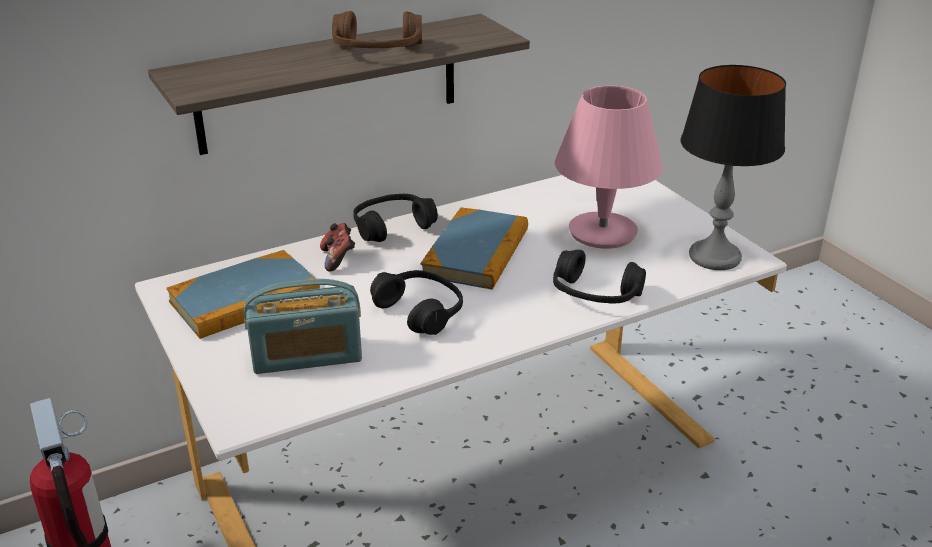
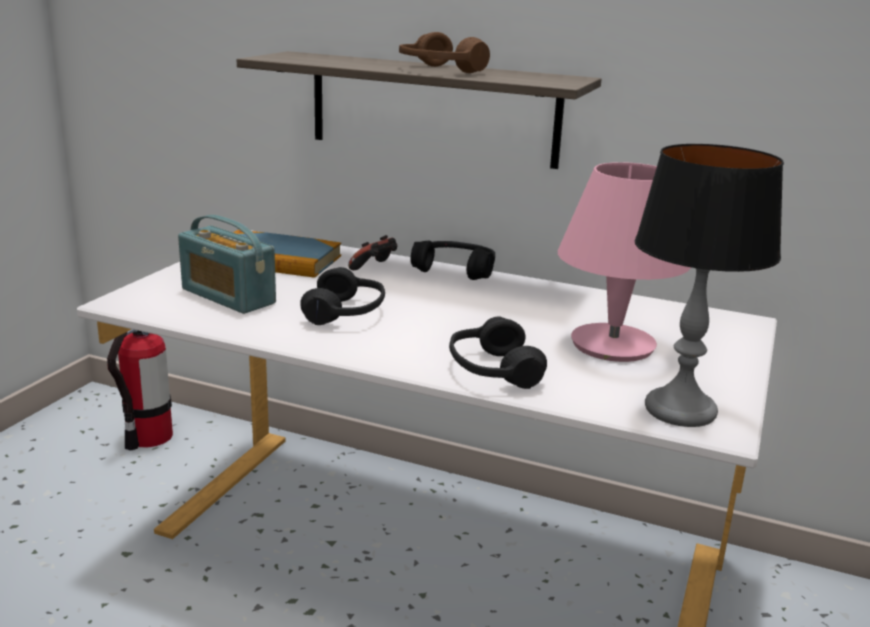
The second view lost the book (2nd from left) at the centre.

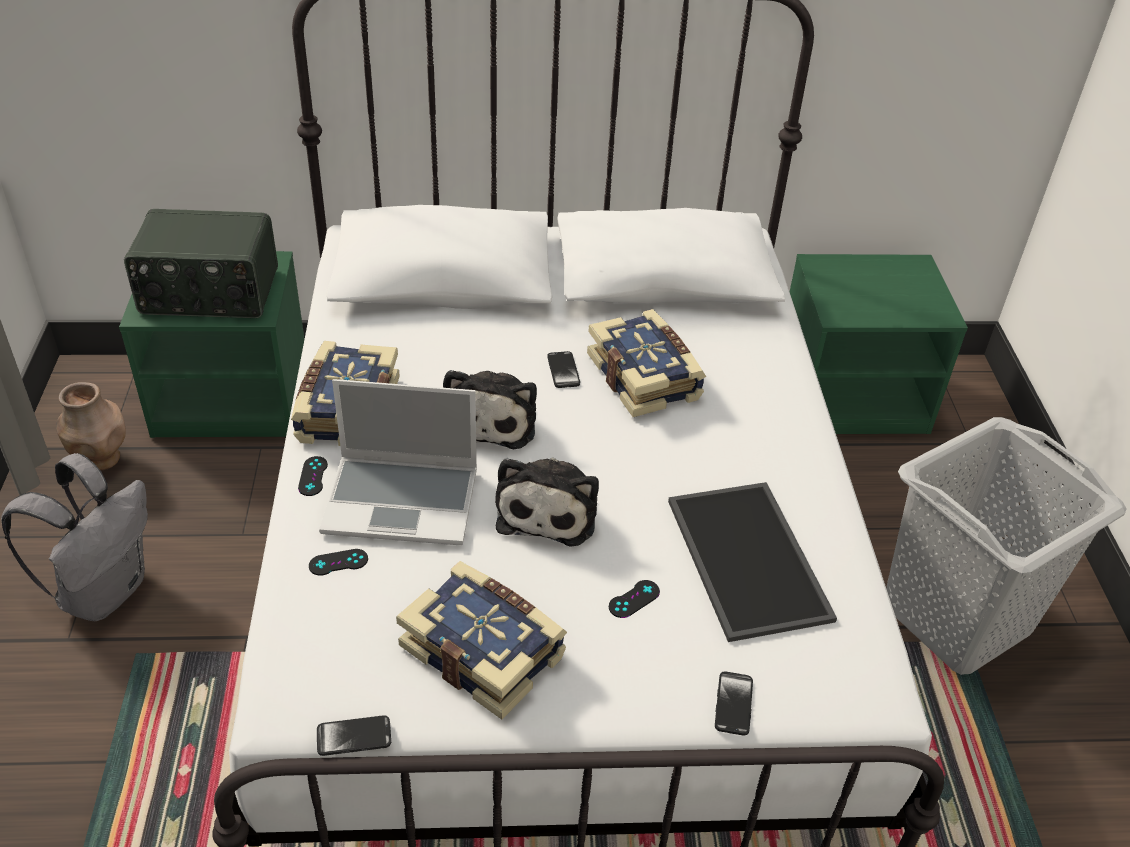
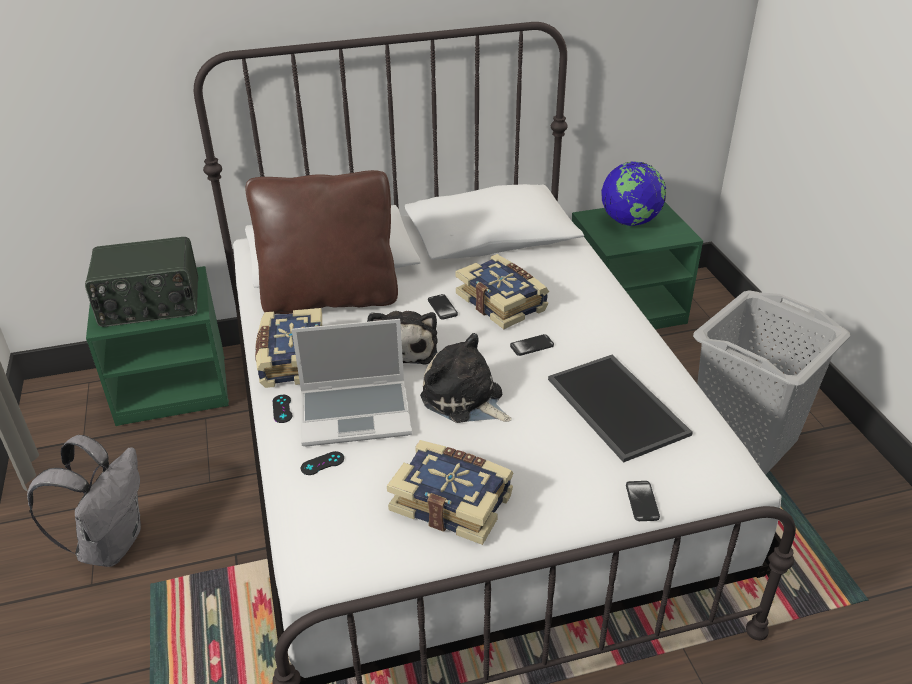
The second view lost the brownish decorative vase at the middle left.
The handset (1st from left in the first image) ended up elsewhere, having gone from the bottom left to the centre.
The plush toy (2nd from left) at the centre ended up facing another way, 135 degrees clockwise from before.
The second view lost the blackish game controller (3rd from left) at the bottom centre.
The second view gained the brownish cushion at the centre.
The second view gained the desk globe at the top right.

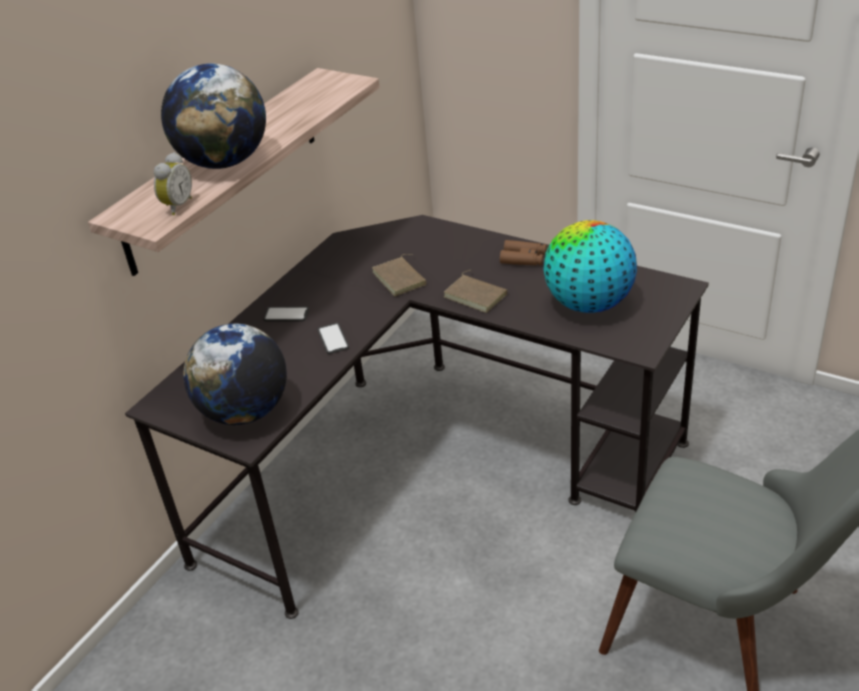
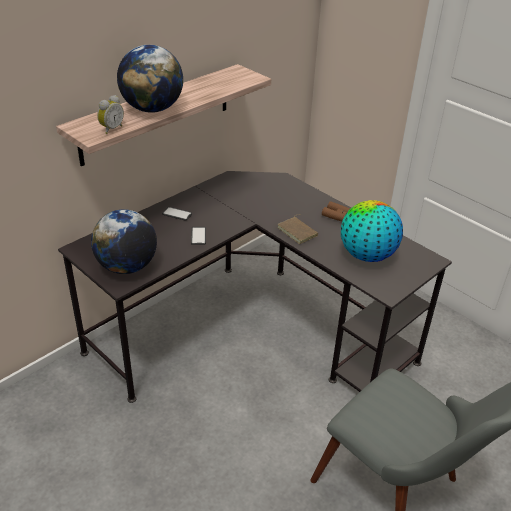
The second view lost the brownish book (1st from left) at the centre.

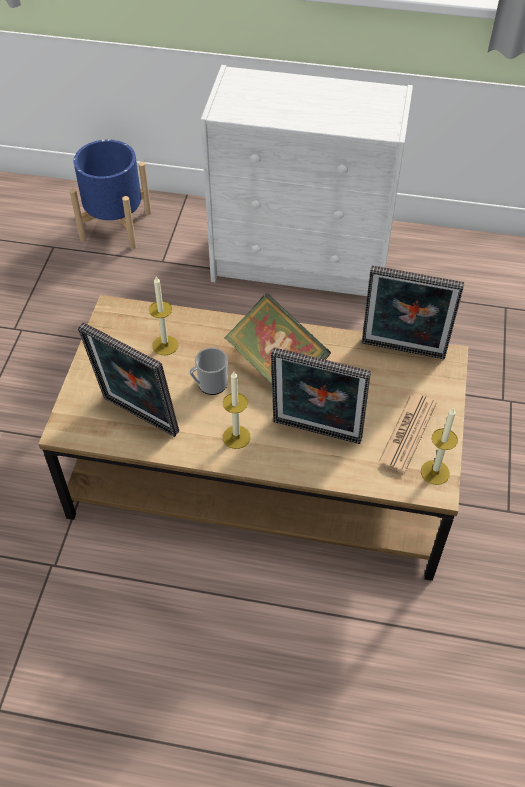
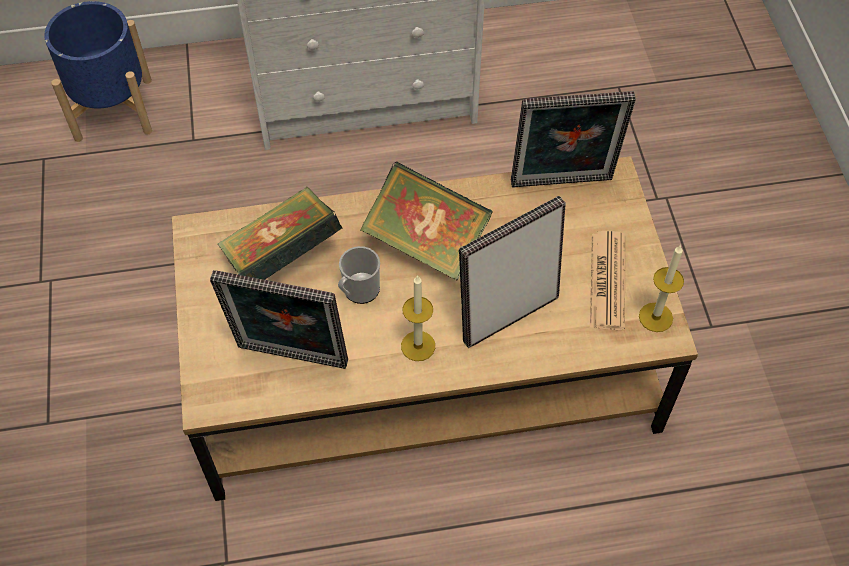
Where the wax light (1st from left) stood at the middle left, the book (1st from left) came to stand at the middle left.
The picture frame (2nd from left) at the centre ended up facing another way, 150 degrees clockwise from before.

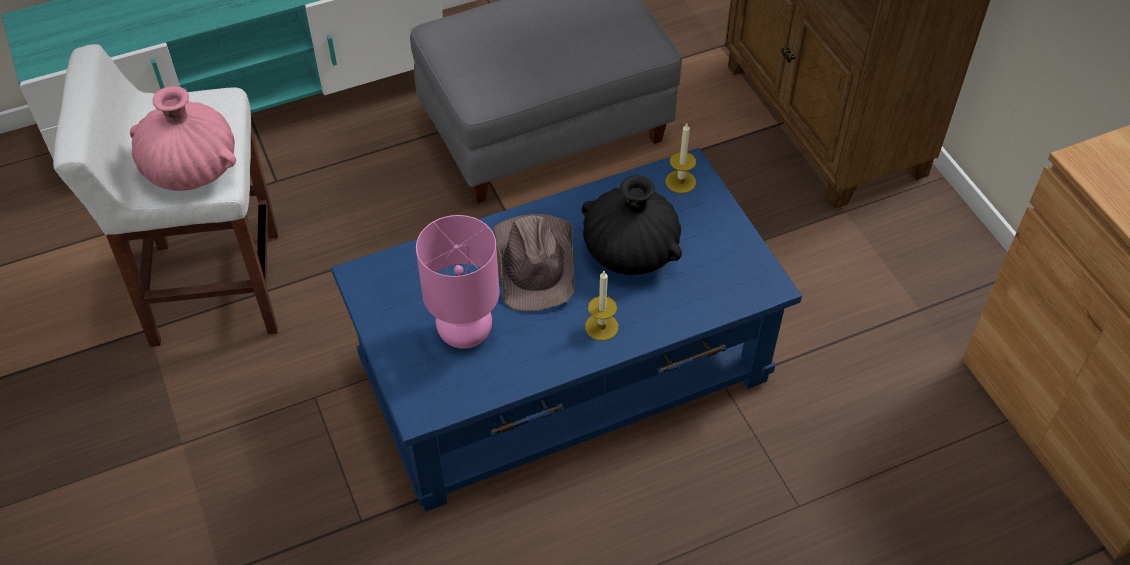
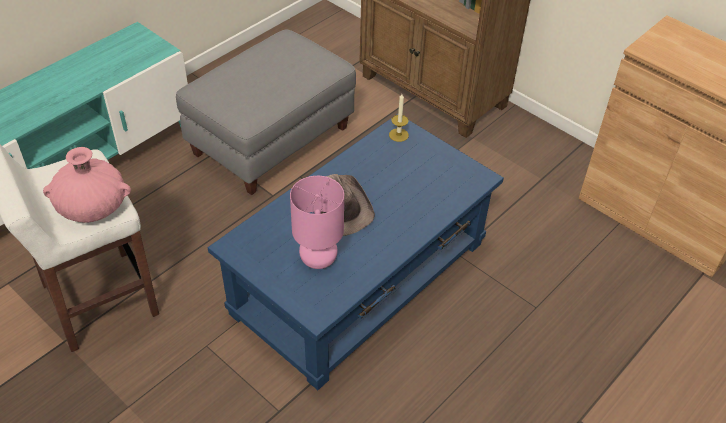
The second view lost the blackish decorative vase at the centre.
The second view lost the wax light (1st from left) at the centre.

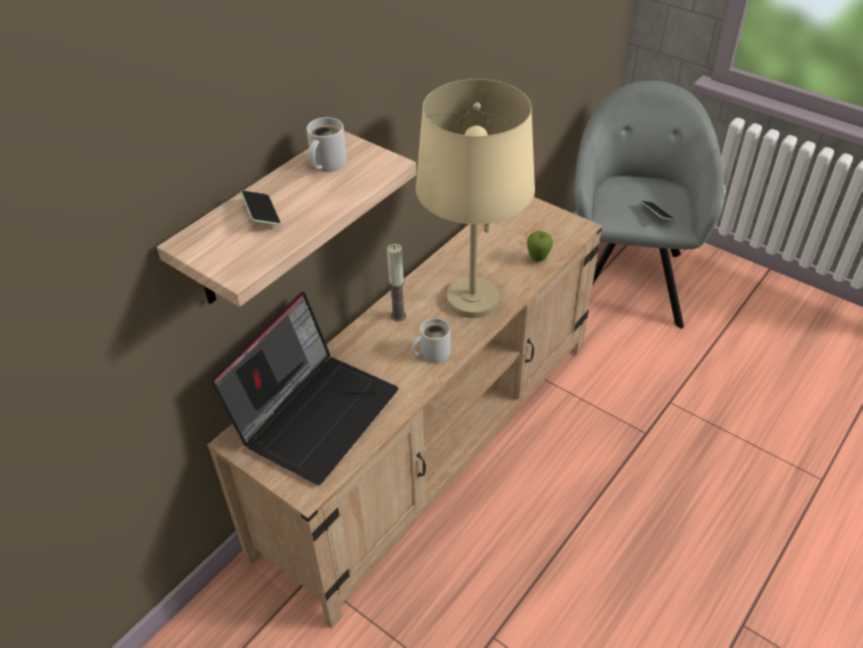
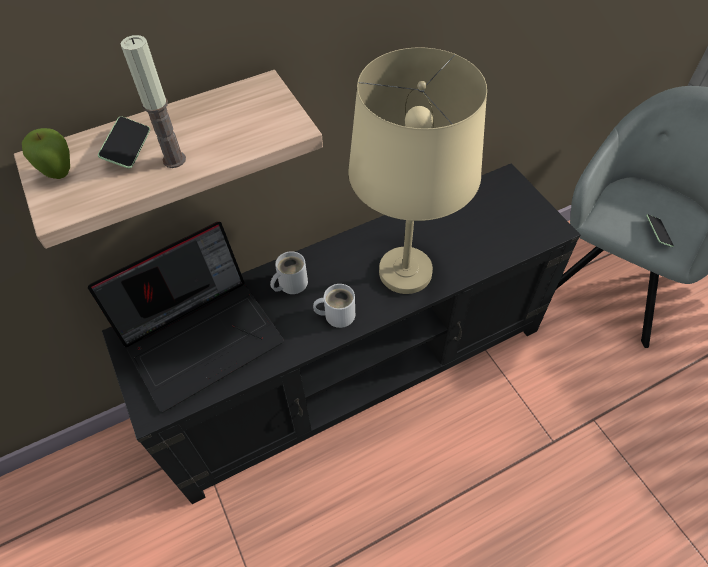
What was the beige tv unit at the centre turned into the blackish tv unit at the centre.
The white tea mug (1st from left) ended up elsewhere, having gone from the top centre to the centre.
The wax light ended up elsewhere, having gone from the centre to the top left.
The apple ended up elsewhere, having gone from the centre to the top left.

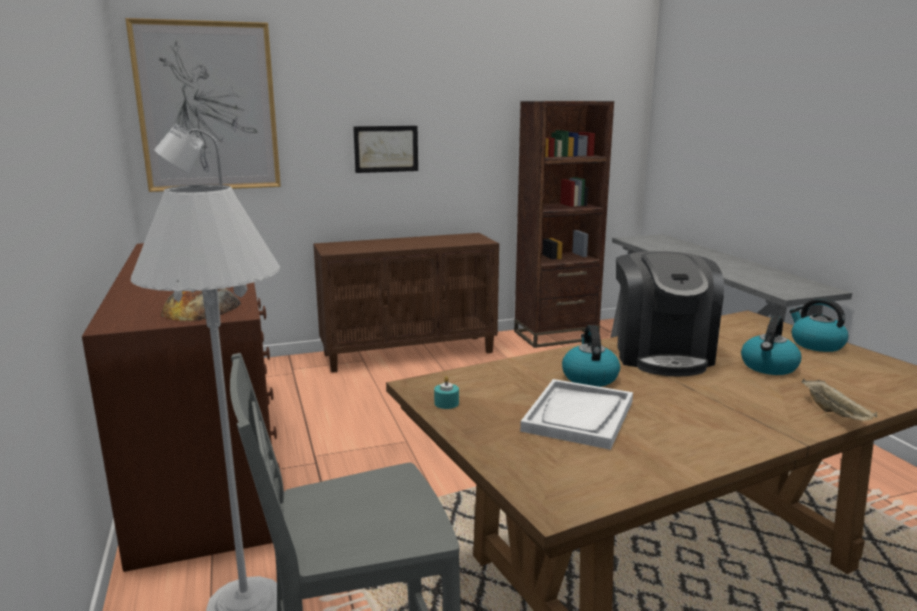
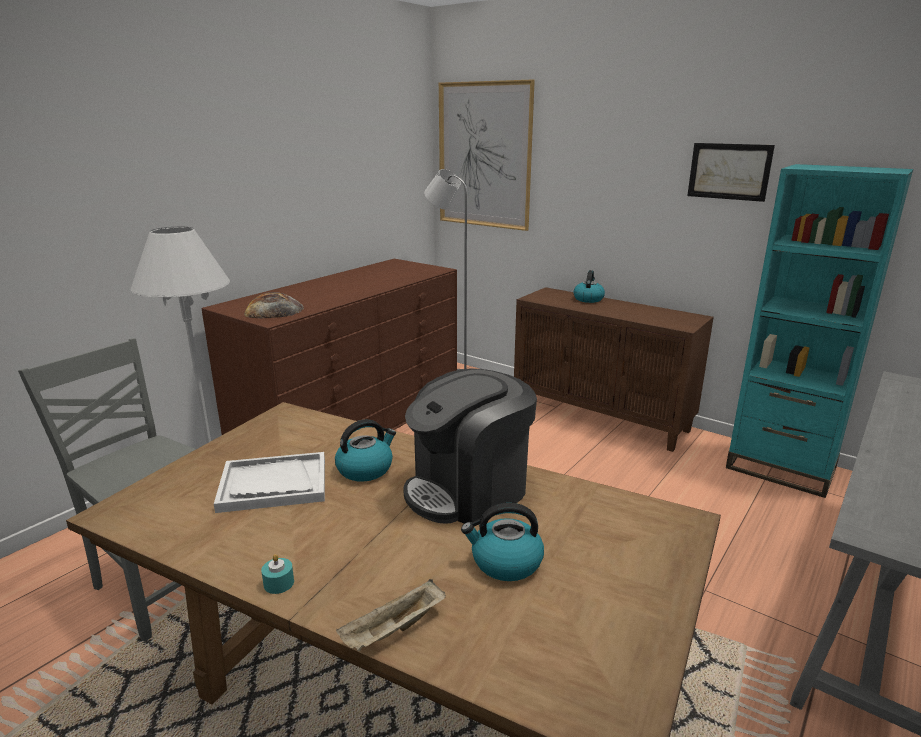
The wall art (2nd from left) ended up elsewhere, having gone from the top centre to the top right.
The blue-green wax light ended up elsewhere, having gone from the centre to the bottom left.
What was the brownish bookcase at the centre turned into the blue-green bookcase at the middle right.
The water kettle (3rd from left) ended up elsewhere, having gone from the middle right to the centre.

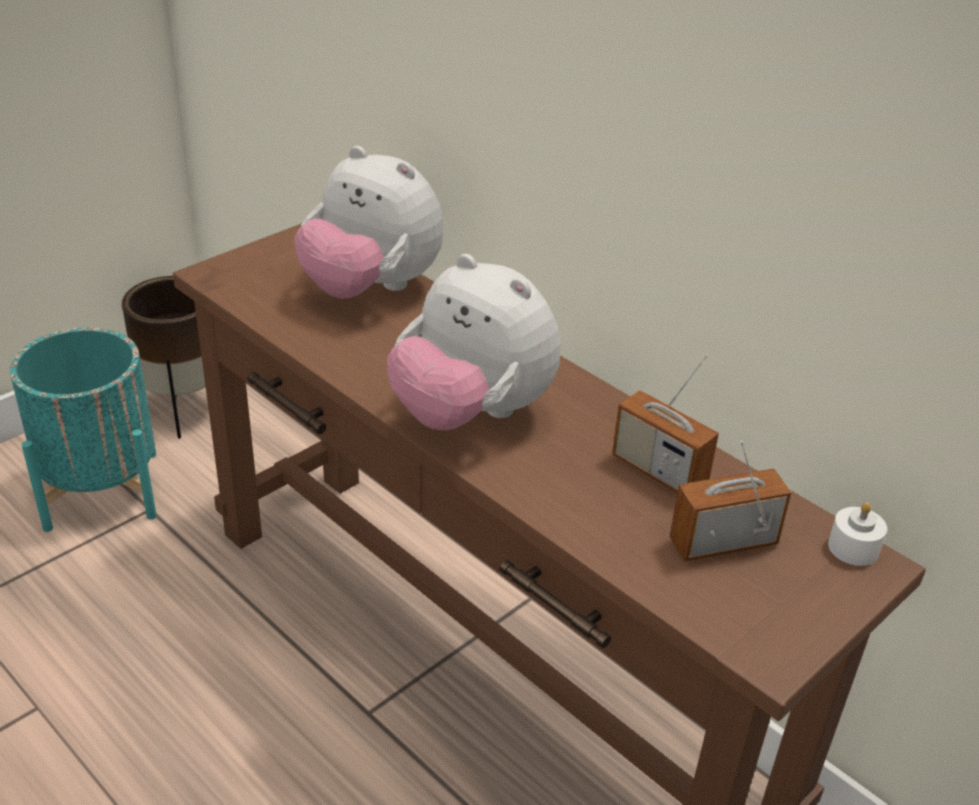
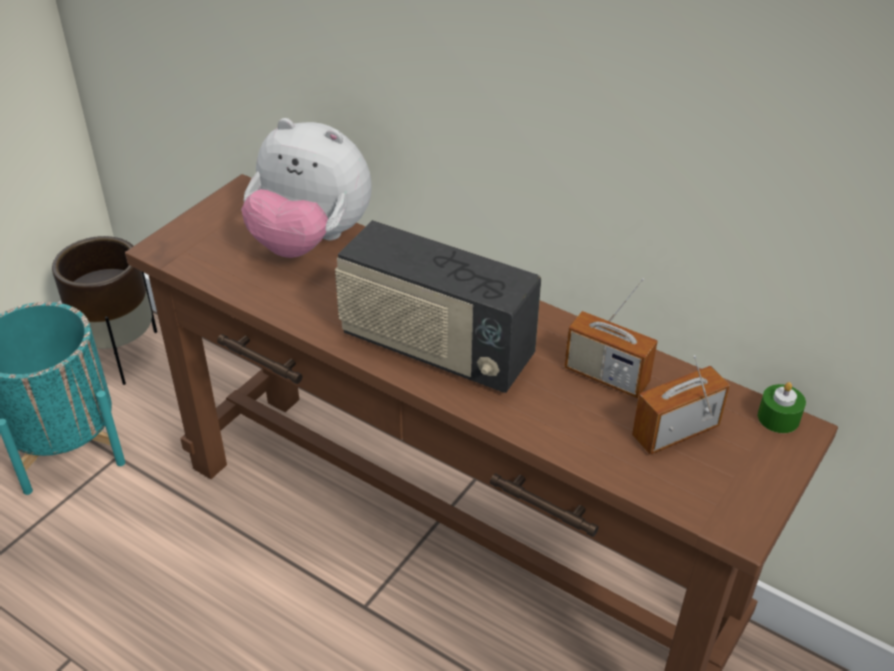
Where the plush toy (2nd from left) stood at the centre, the radio set (1st from left) came to stand at the centre.
What was the white wax light at the middle right turned into the green wax light at the middle right.

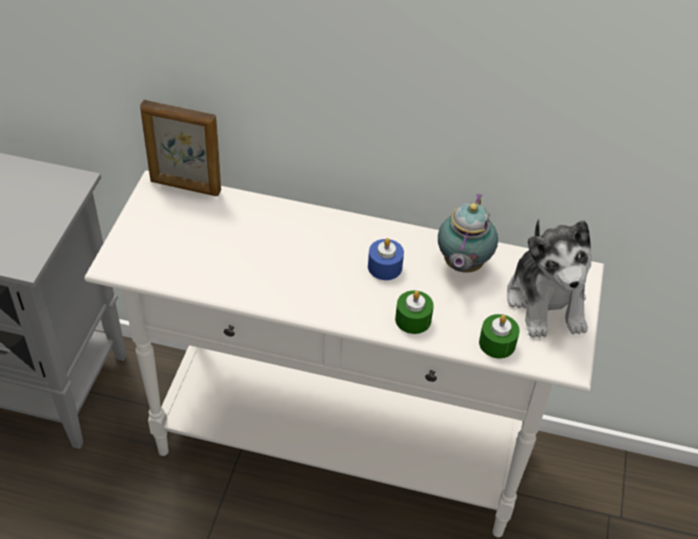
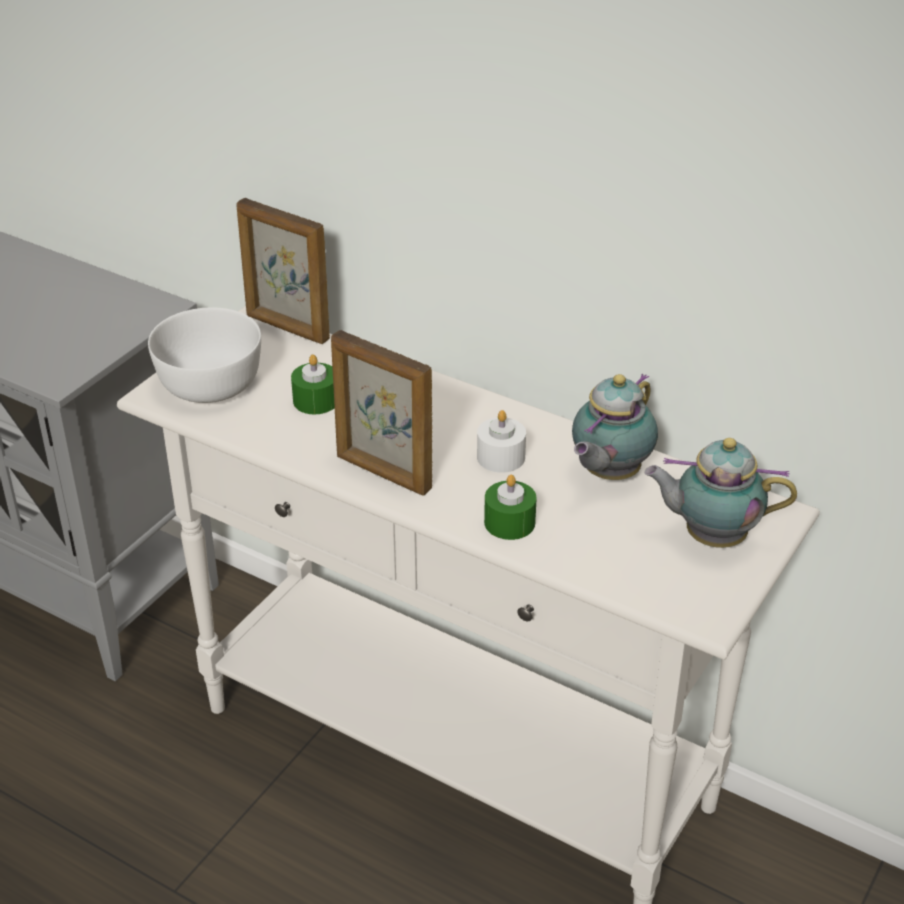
What was the bluish wax light at the centre turned into the white wax light at the centre.
The green wax light (2nd from left in the first image) ended up elsewhere, having gone from the middle right to the centre.
Where the plush toy stood at the middle right, the teapot (2nd from left) came to stand at the middle right.
The second view gained the white bowl at the middle left.
The second view gained the picture frame (2nd from left) at the centre.

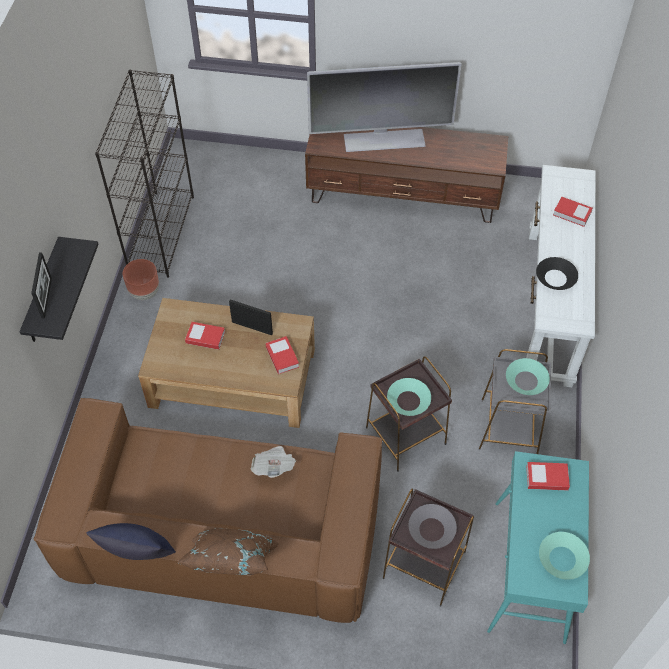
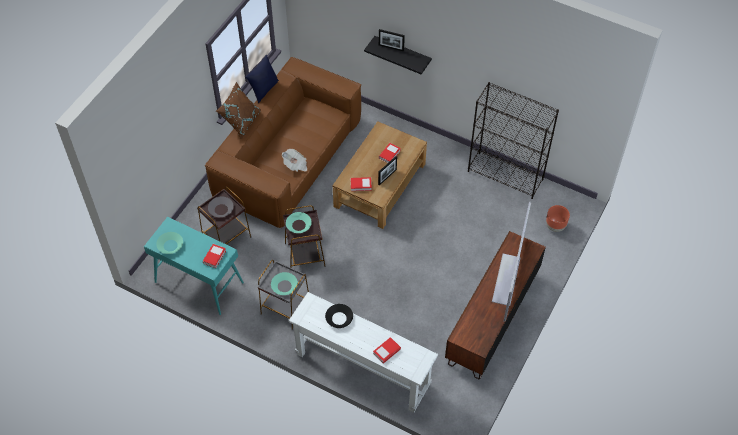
The brownish planter ended up elsewhere, having gone from the middle left to the middle right.

